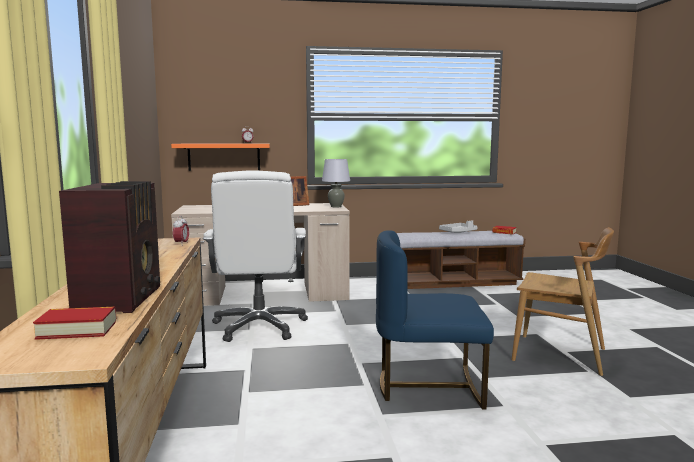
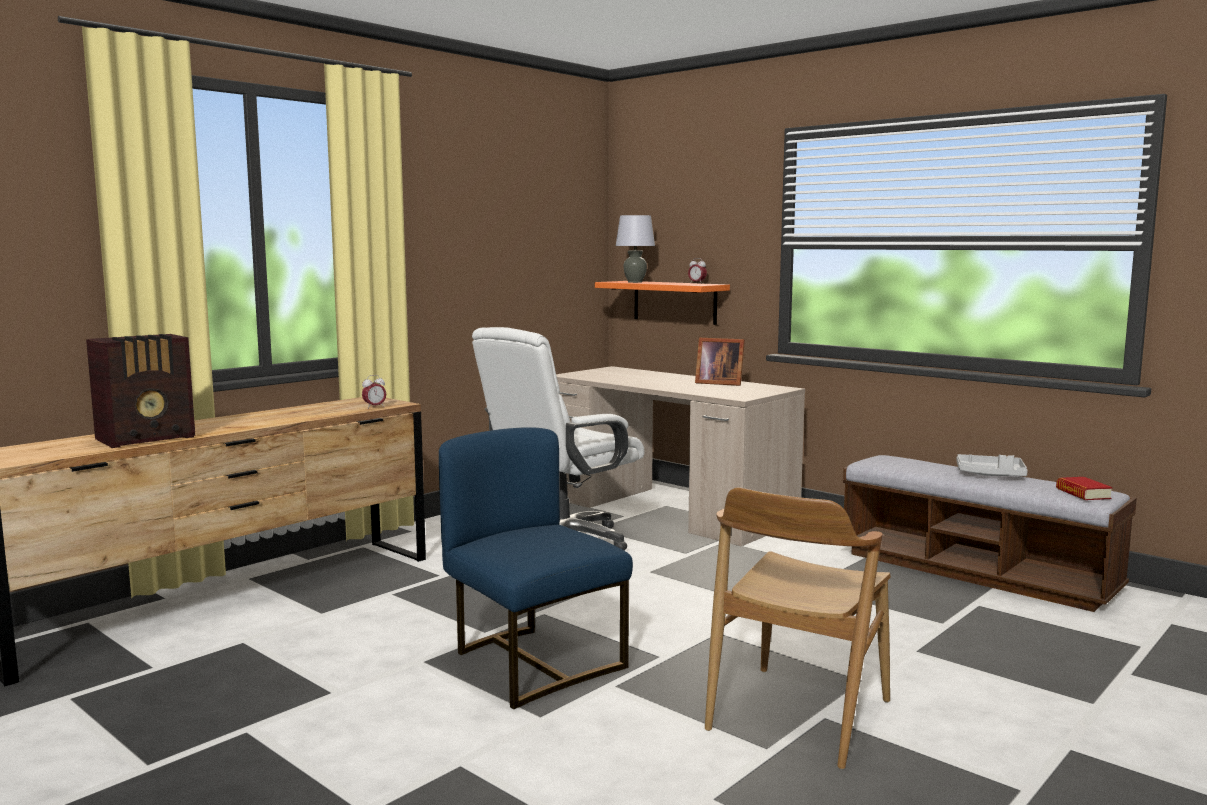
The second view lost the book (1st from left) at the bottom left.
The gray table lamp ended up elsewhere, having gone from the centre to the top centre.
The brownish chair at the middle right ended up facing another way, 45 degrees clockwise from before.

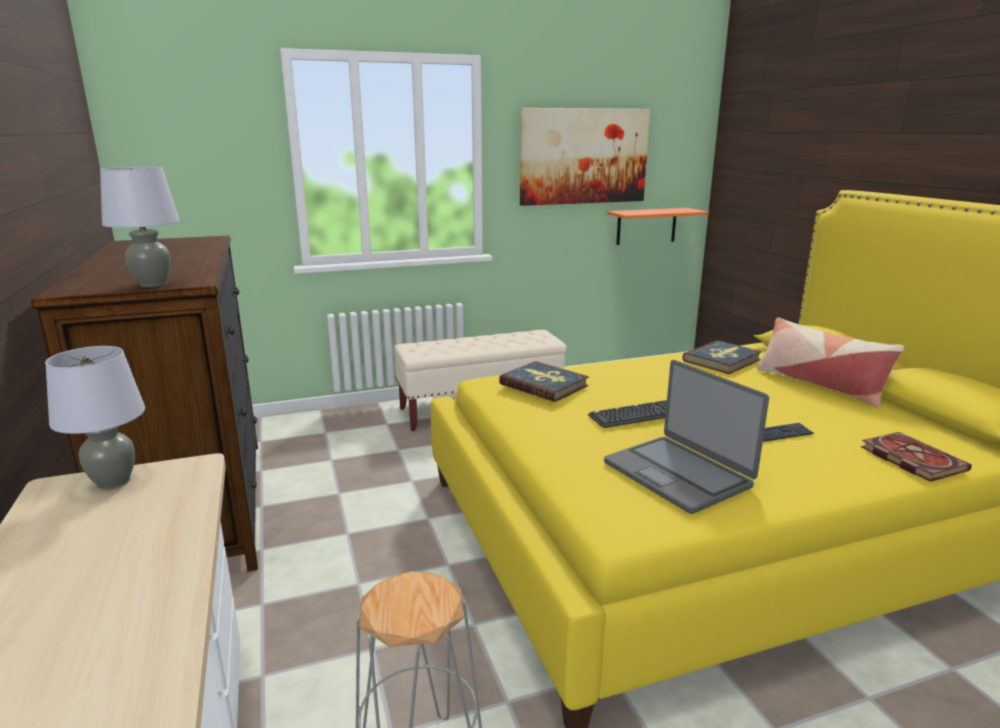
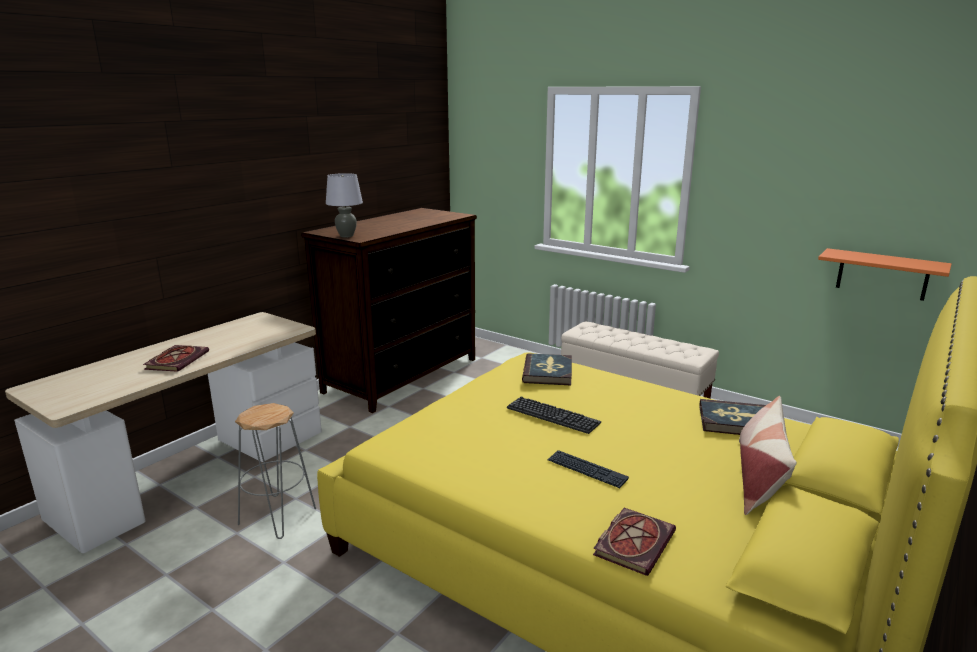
The second view lost the gray table lamp (1st from left) at the middle left.
The second view lost the wall art at the top centre.
The second view lost the portable computer at the middle right.
The second view gained the book (1st from left) at the middle left.

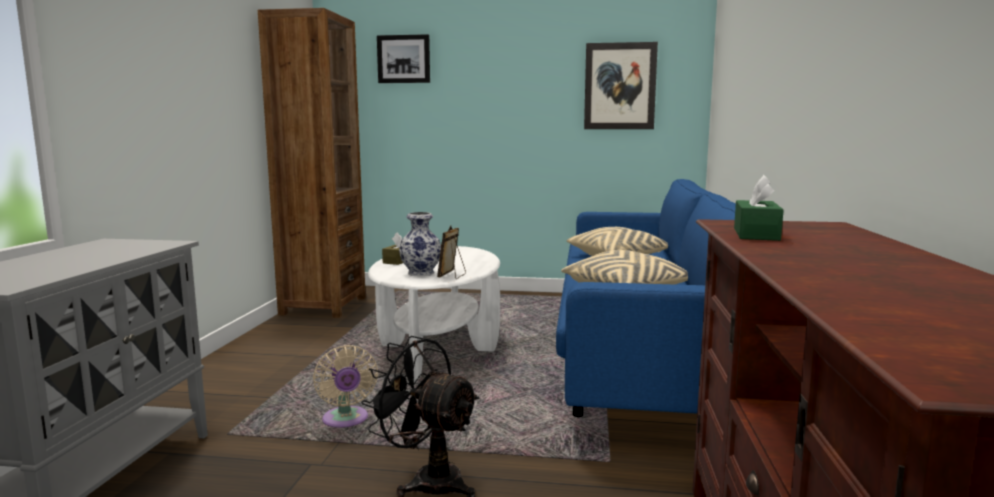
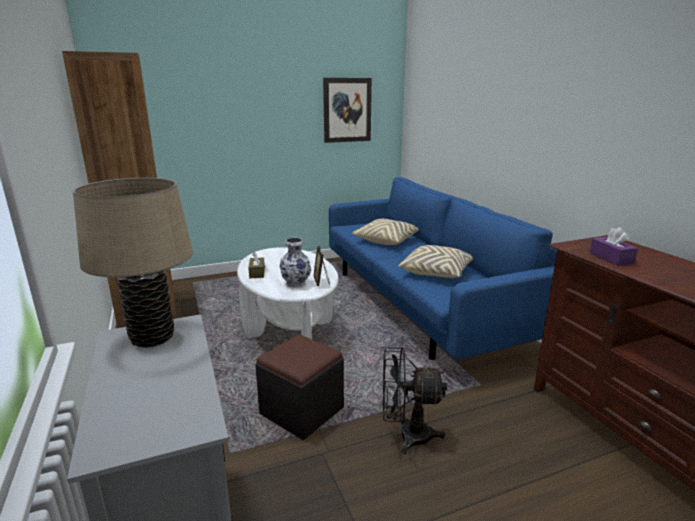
Where the beige electric fan stood at the bottom centre, the blackish pouffe came to stand at the bottom centre.
The second view lost the wall art (1st from left) at the top centre.
What was the green box of tissues at the middle right turned into the purplish box of tissues at the middle right.
The second view gained the beige table lamp at the middle left.

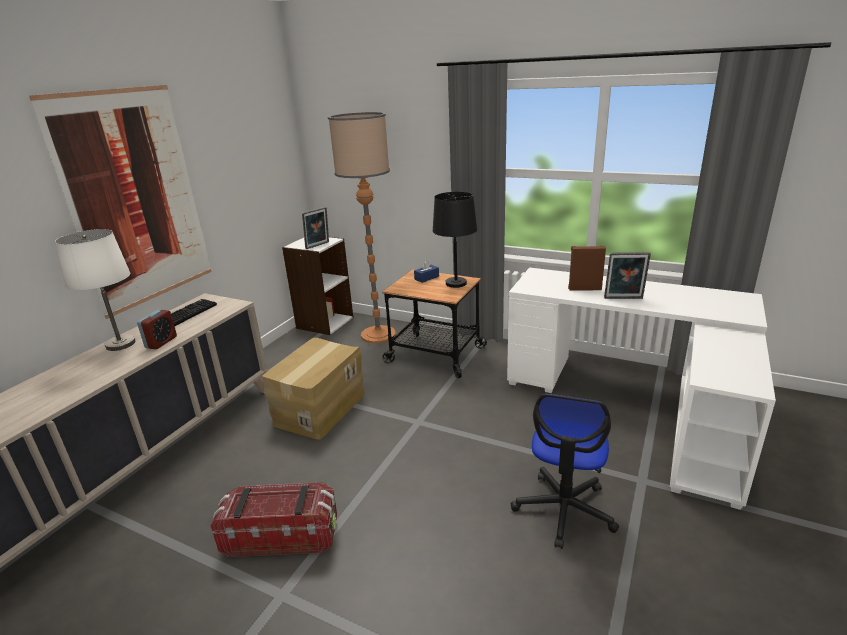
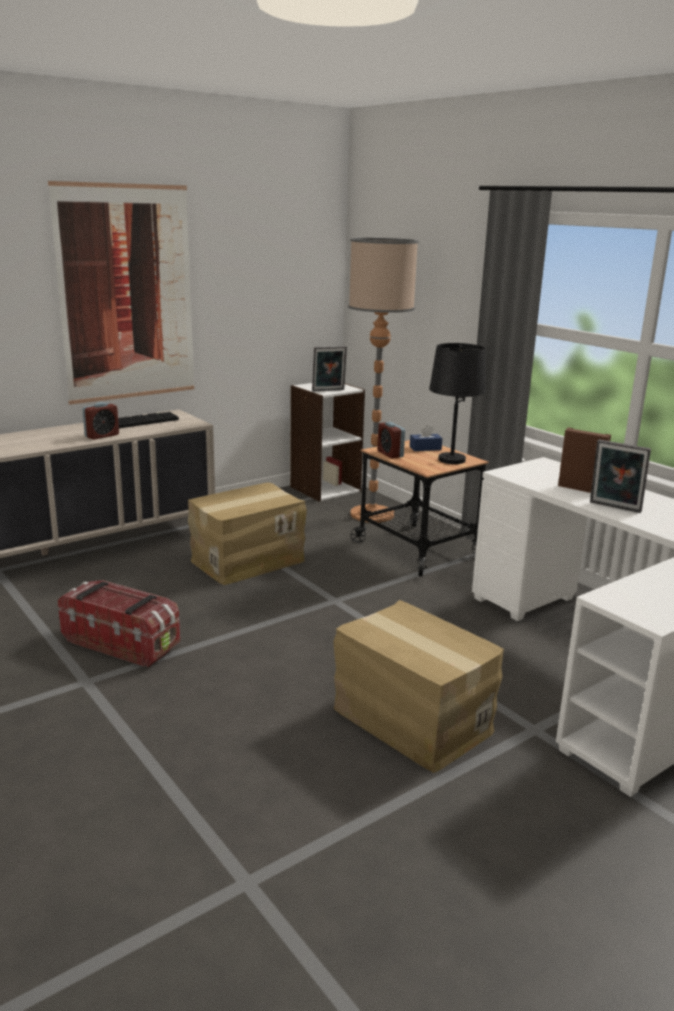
The second view lost the white table lamp at the middle left.
Where the computer chair stood at the bottom right, the carton (2nd from left) came to stand at the bottom centre.
The second view gained the bedside clock (2nd from left) at the centre.

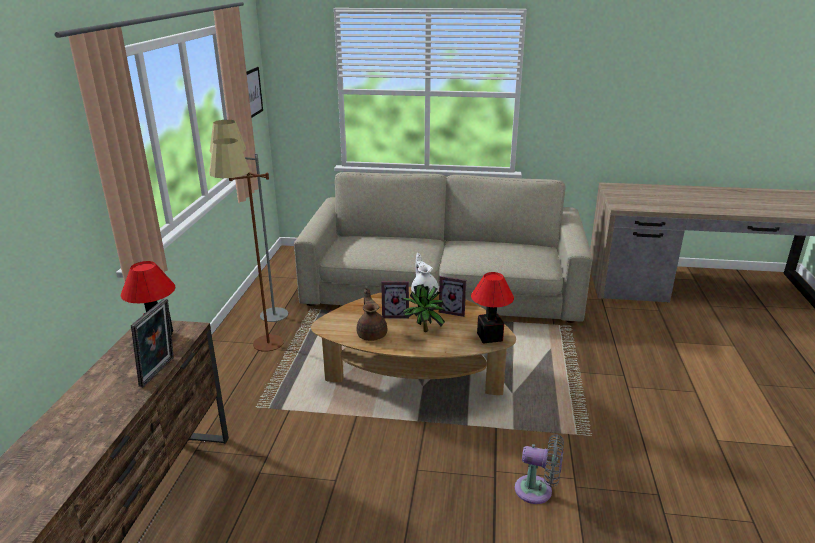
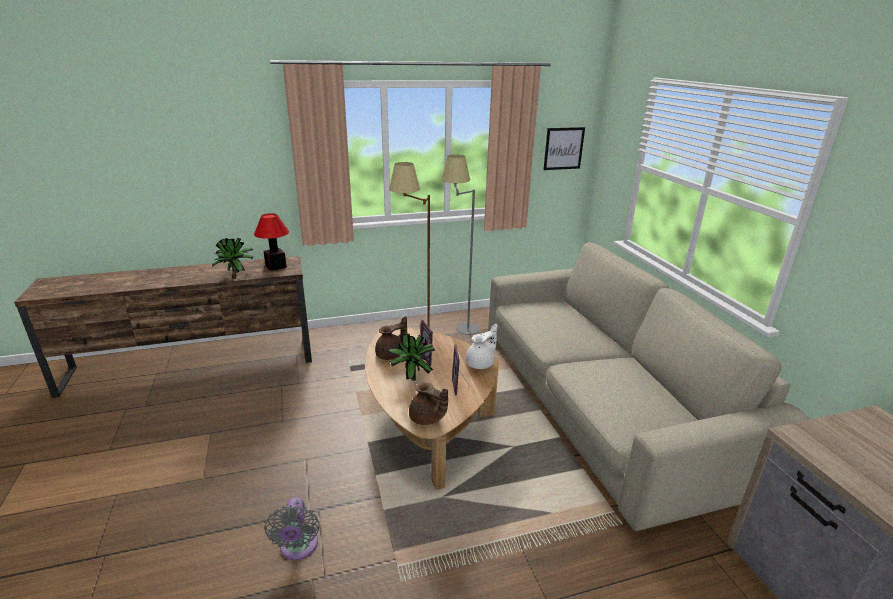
Where the picture frame (1st from left) stood at the middle left, the potted plant (1st from left) came to stand at the middle left.
Where the table lamp (2nd from left) stood at the centre, the brownish teapot (2nd from left) came to stand at the bottom centre.

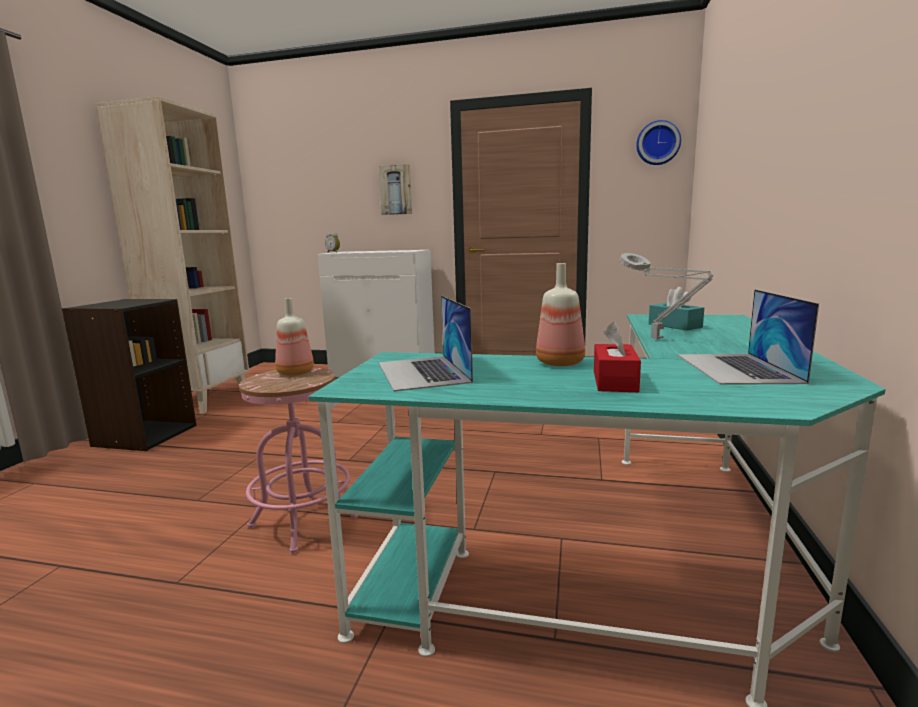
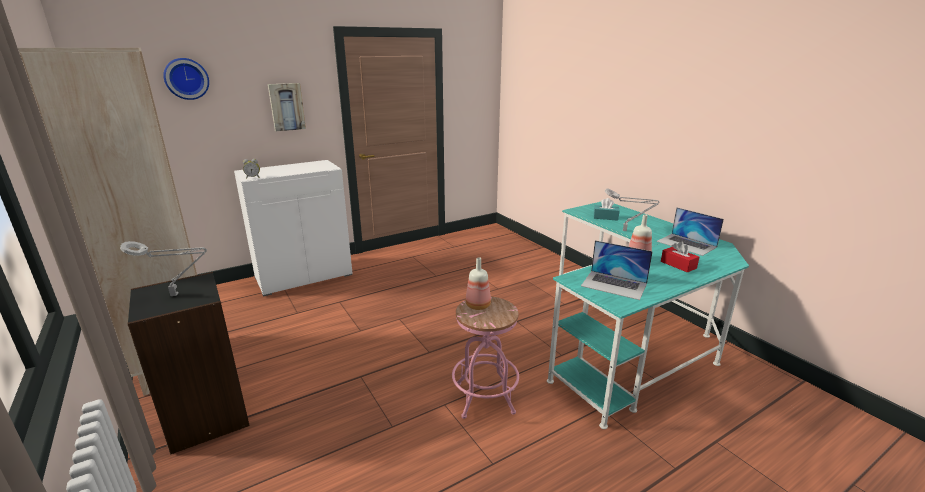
The wall clock ended up elsewhere, having gone from the top right to the top left.
The second view gained the gray table lamp (1st from left) at the middle left.

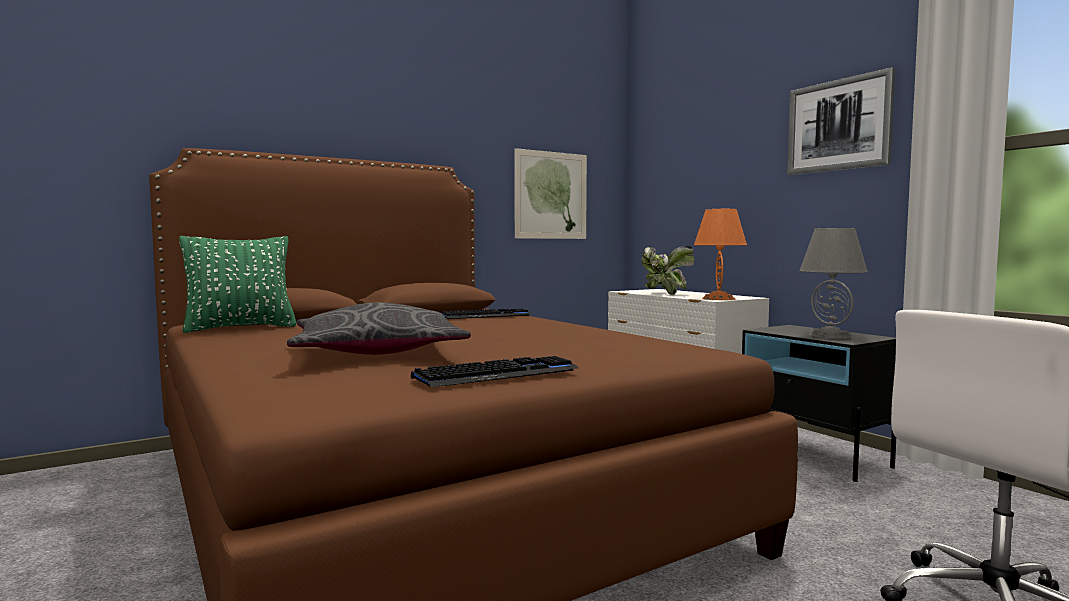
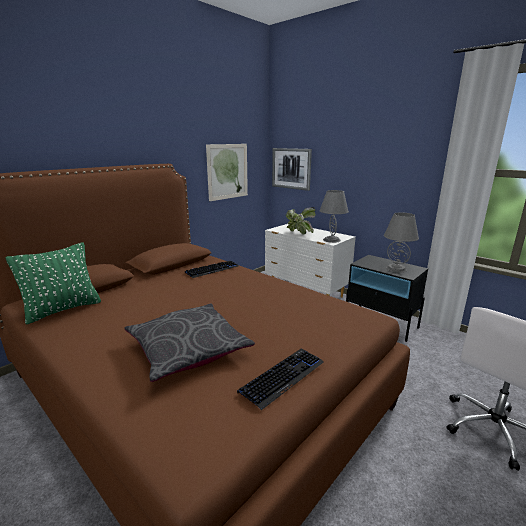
What was the orangey table lamp at the middle right turned into the gray table lamp (1st from left) at the centre.
The wall art (2nd from left) ended up elsewhere, having gone from the top right to the top centre.

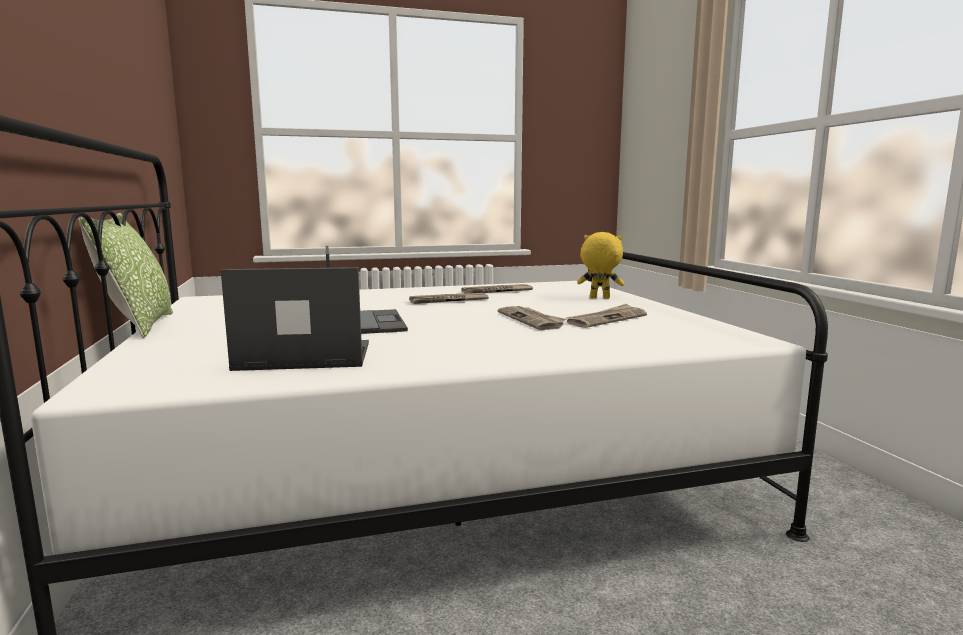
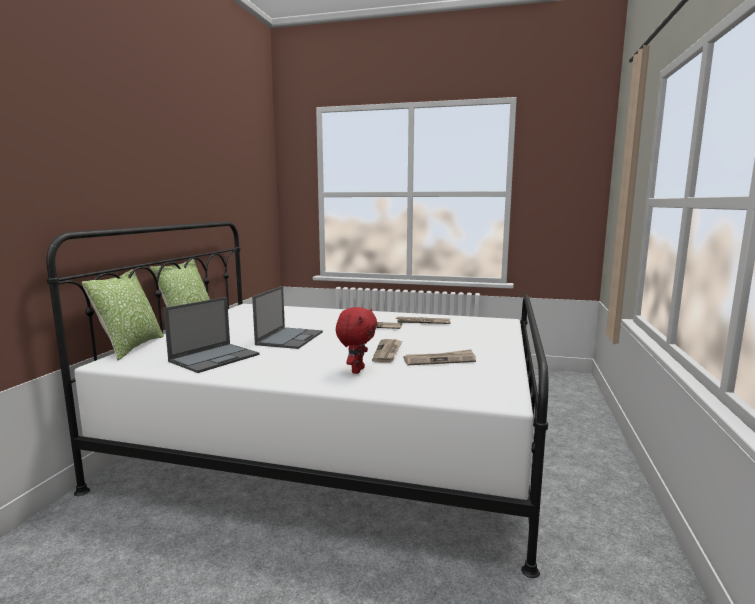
The portable computer (1st from left) at the middle left ended up facing another way, 105 degrees clockwise from before.
The second view lost the yellowish plush toy at the centre.
The second view gained the cushion (1st from left) at the middle left.
The second view gained the reddish plush toy at the centre.

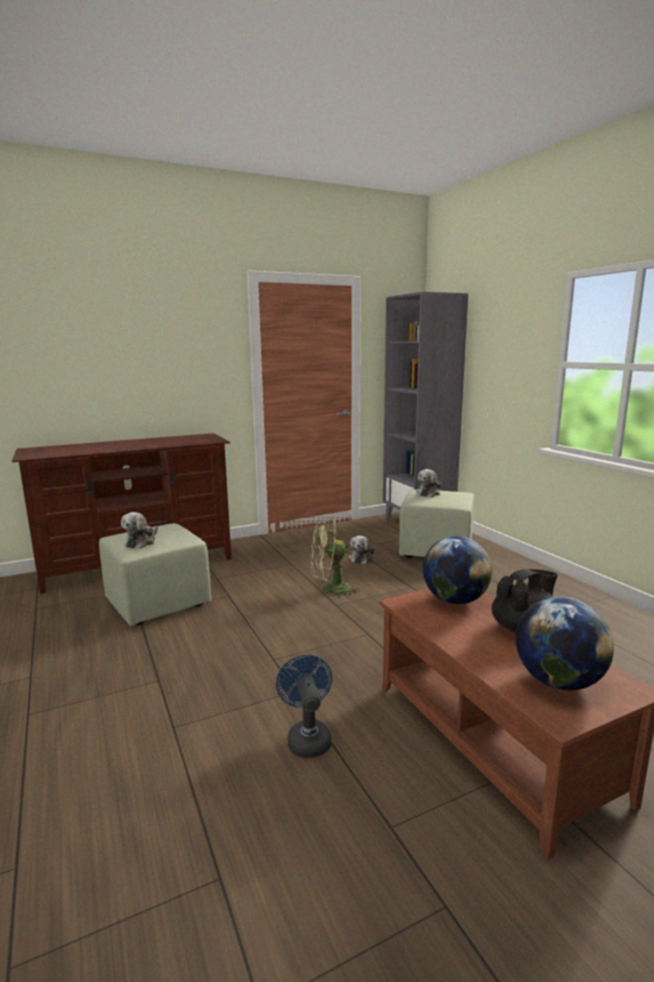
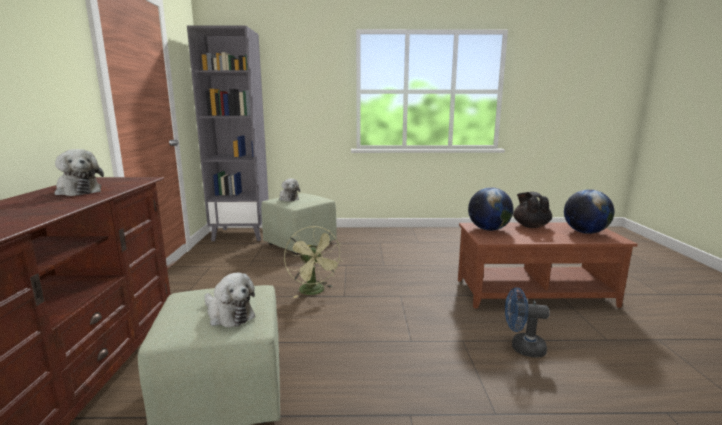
The green electric fan at the centre ended up facing another way, 45 degrees counterclockwise from before.
The plush toy (2nd from left in the first image) ended up elsewhere, having gone from the centre to the middle left.

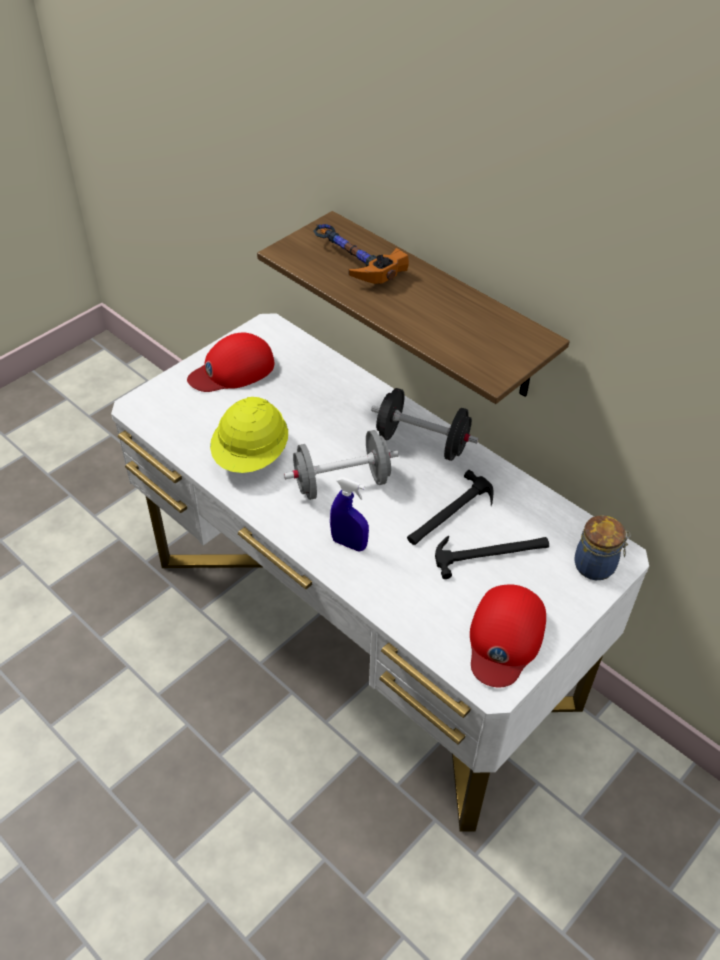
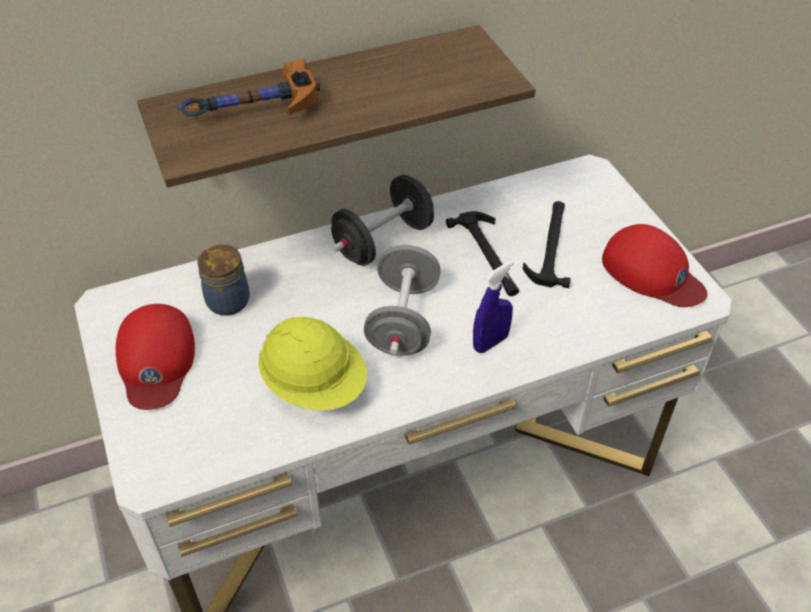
The preserve jar ended up elsewhere, having gone from the middle right to the middle left.

